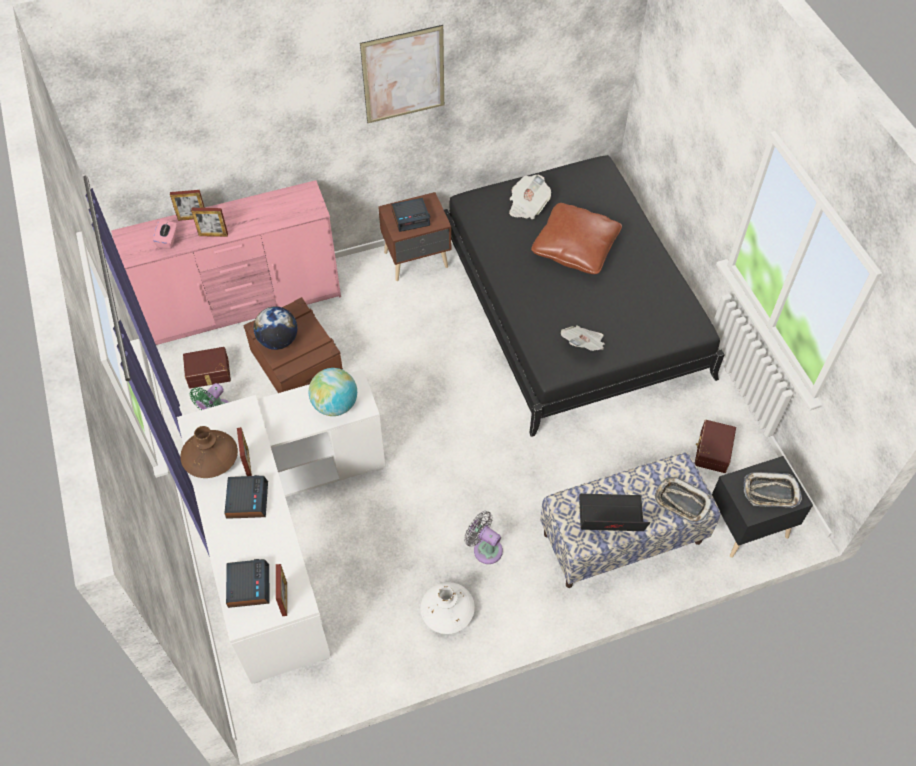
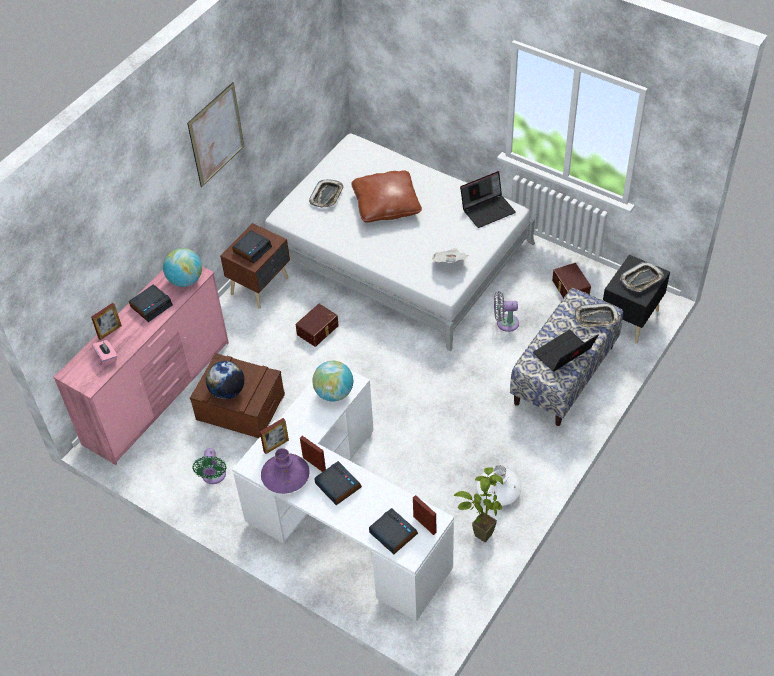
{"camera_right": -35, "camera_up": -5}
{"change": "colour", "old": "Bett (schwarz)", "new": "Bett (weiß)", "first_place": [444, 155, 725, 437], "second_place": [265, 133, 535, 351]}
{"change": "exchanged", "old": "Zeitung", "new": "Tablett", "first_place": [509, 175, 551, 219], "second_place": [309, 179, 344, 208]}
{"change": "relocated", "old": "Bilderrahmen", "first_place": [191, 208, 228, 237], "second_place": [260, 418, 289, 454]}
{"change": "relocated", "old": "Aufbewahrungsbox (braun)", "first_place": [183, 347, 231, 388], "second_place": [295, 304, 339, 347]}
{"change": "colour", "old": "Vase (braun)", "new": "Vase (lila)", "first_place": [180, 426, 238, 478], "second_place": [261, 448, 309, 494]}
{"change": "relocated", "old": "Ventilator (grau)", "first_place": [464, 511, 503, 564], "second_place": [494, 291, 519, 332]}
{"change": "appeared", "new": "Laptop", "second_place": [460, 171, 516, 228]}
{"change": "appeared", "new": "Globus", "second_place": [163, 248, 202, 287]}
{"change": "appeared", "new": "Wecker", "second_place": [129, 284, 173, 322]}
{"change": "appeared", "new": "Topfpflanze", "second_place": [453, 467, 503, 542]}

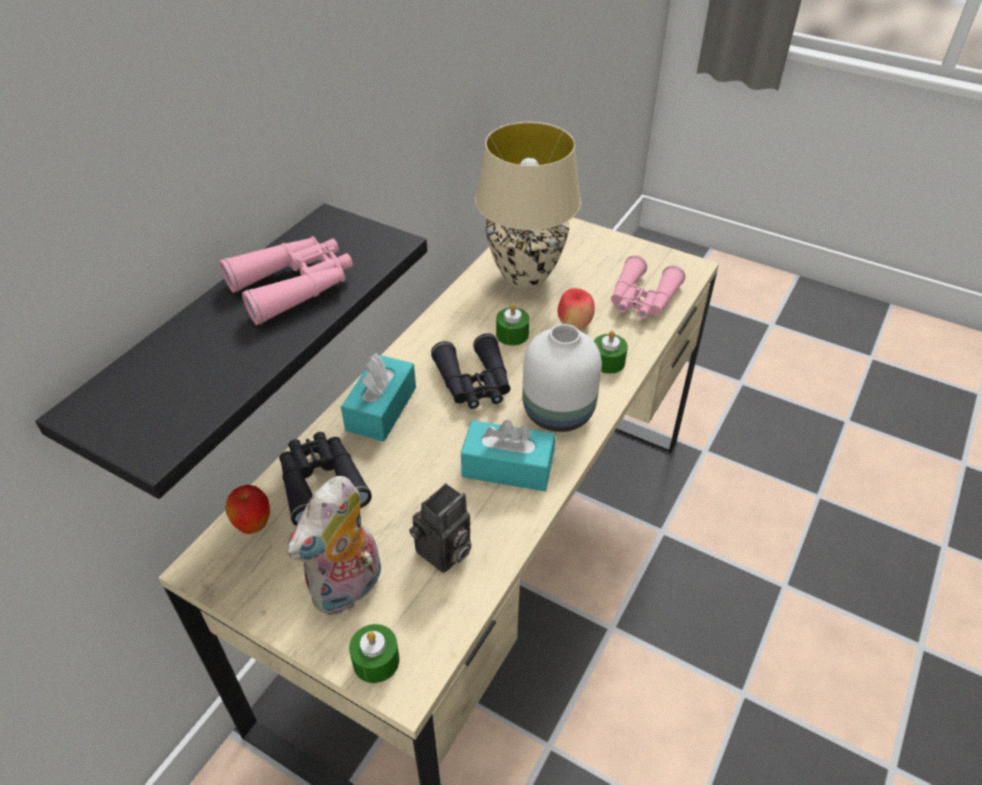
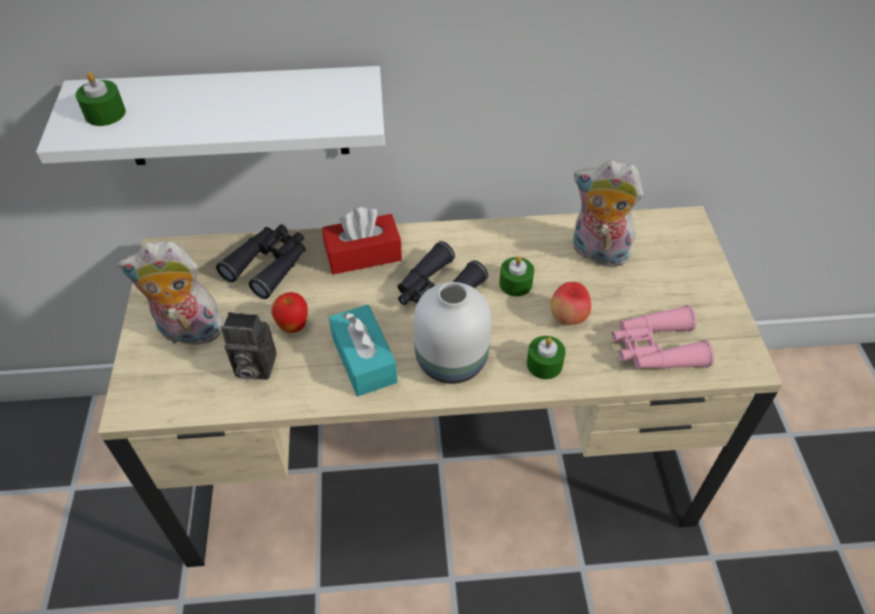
{"camera_right": 55, "camera_up": 5}
{"change": "exchanged", "old": "Tischlampe (beige)", "new": "Plüschtier", "first_place": [475, 122, 581, 289], "second_place": [573, 160, 643, 267]}
{"change": "colour", "old": "Wandregal (schwarz)", "new": "Wandregal (weiß)", "first_place": [35, 203, 427, 499], "second_place": [36, 66, 385, 165]}
{"change": "missing", "old": "Fernglas (rosa)", "first_place": [219, 236, 353, 325]}
{"change": "colour", "old": "Taschentuchbox (türkis)", "new": "Taschentuchbox (rot)", "first_place": [341, 353, 416, 442], "second_place": [322, 207, 402, 274]}
{"change": "relocated", "old": "Apfel", "first_place": [226, 485, 270, 534], "second_place": [271, 292, 308, 333]}
{"change": "relocated", "old": "Kerze (grün)", "first_place": [349, 624, 400, 683], "second_place": [76, 72, 126, 126]}

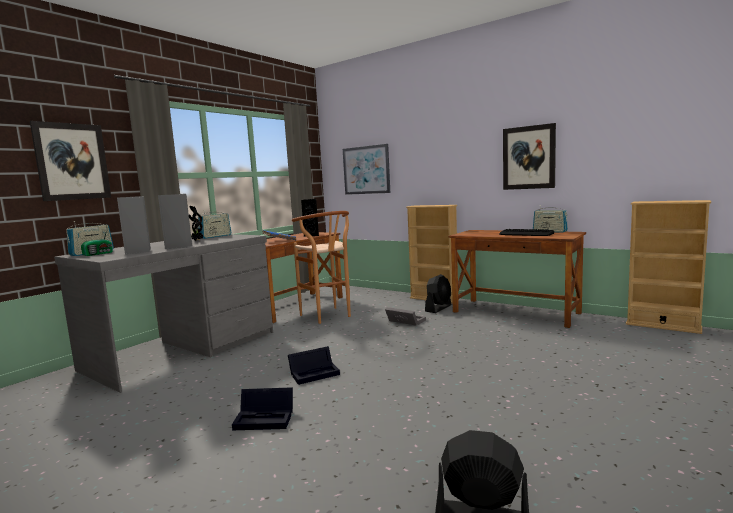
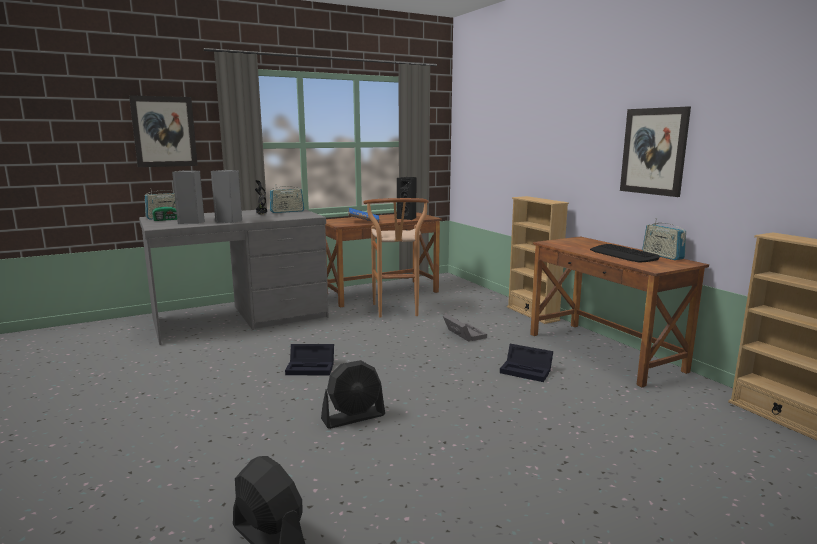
{"camera_right": 25, "camera_up": 5}
{"change": "missing", "old": "Bild", "first_place": [343, 144, 390, 195]}
{"change": "relocated", "old": "Ventilator (schwarz)", "first_place": [425, 274, 451, 313], "second_place": [321, 360, 385, 429]}
{"change": "relocated", "old": "Aufbewahrungsbox (schwarz)", "first_place": [232, 387, 293, 430], "second_place": [500, 344, 553, 382]}

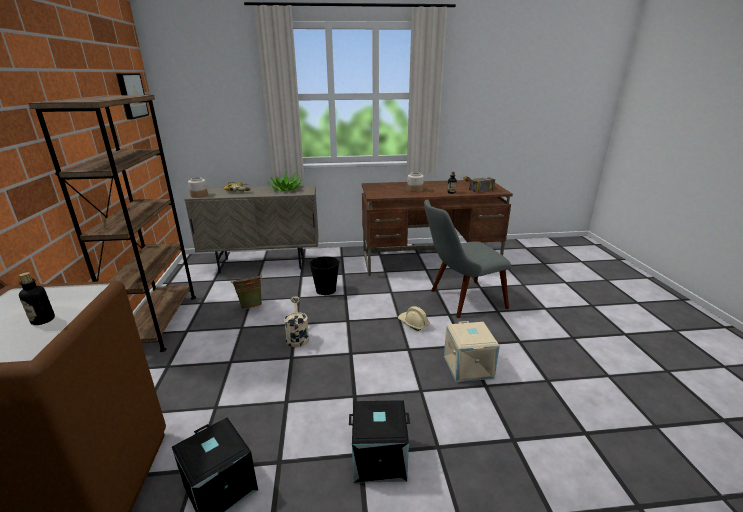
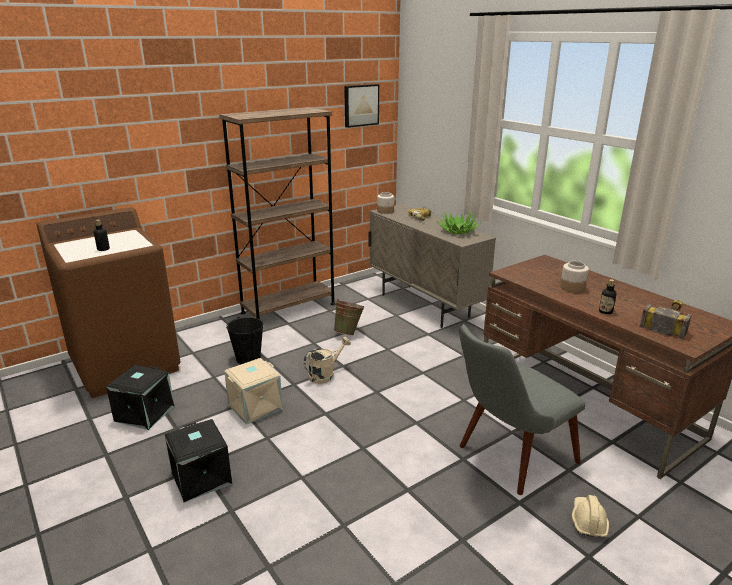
{"camera_right": 60, "camera_up": 0}
{"change": "spun", "old": "Stuhl (grau)", "first_place": [424, 200, 511, 318], "second_place": [459, 324, 586, 495], "degrees": -75}
{"change": "relocated", "old": "Eimer (schwarz)", "first_place": [309, 256, 340, 295], "second_place": [226, 317, 263, 364]}
{"change": "relocated", "old": "Schutzhelm (beige)", "first_place": [398, 306, 430, 331], "second_place": [572, 495, 609, 537]}
{"change": "relocated", "old": "Aufbewahrungsbox (beige)", "first_place": [444, 321, 500, 382], "second_place": [224, 358, 283, 424]}

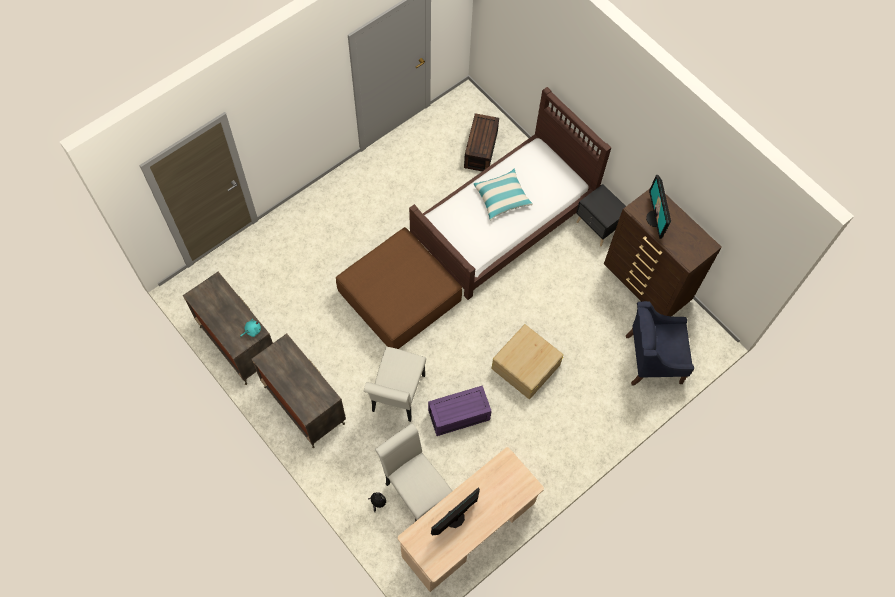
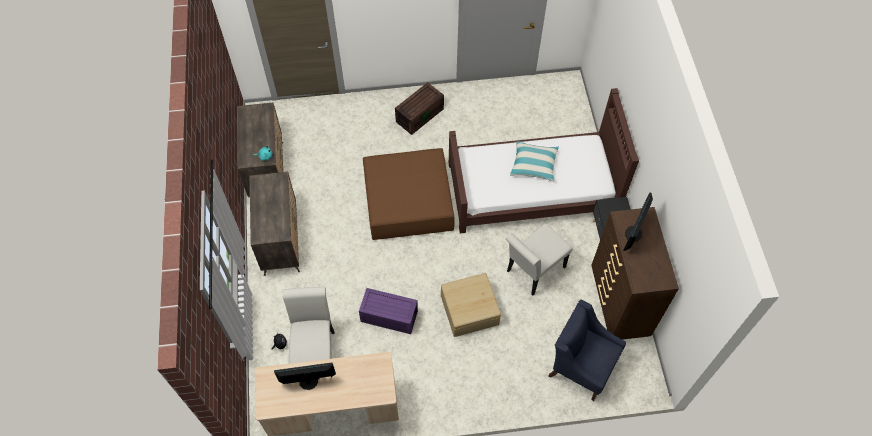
{"camera_right": 35, "camera_up": -5}
{"change": "relocated", "old": "Aufbewahrungsbox (braun)", "first_place": [464, 113, 499, 171], "second_place": [395, 82, 444, 135]}
{"change": "relocated", "old": "Stuhl (weiß)", "first_place": [364, 347, 426, 422], "second_place": [505, 223, 573, 295]}

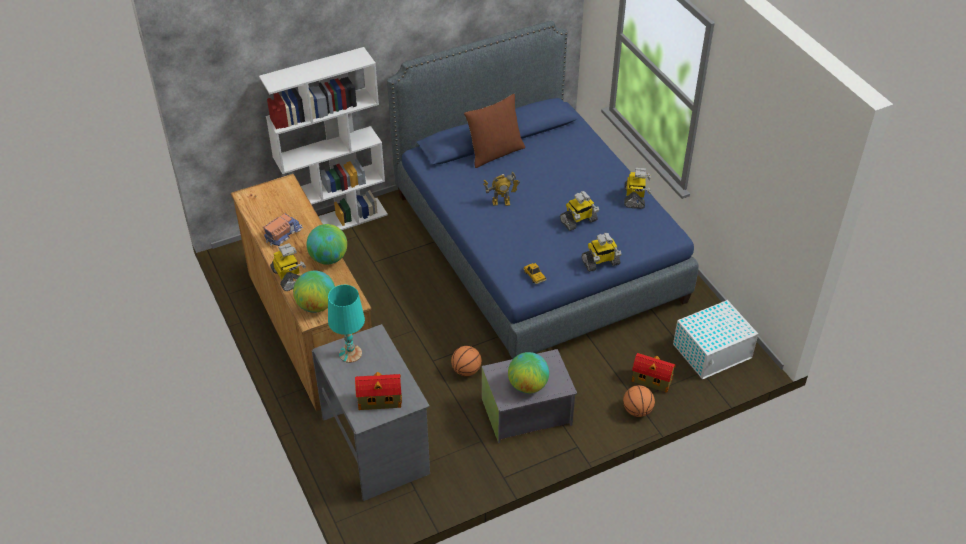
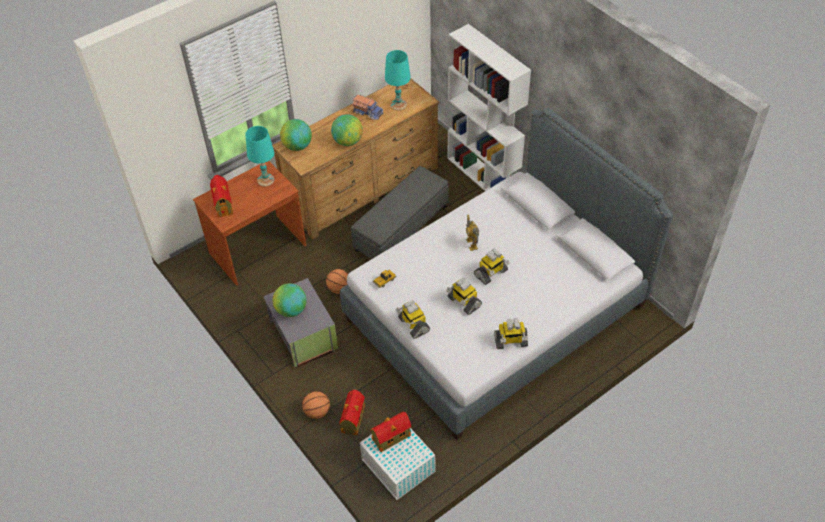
{"camera_right": 80, "camera_up": 5}
{"change": "colour", "old": "Bett (blau)", "new": "Bett (grau)", "first_place": [387, 21, 699, 359], "second_place": [340, 108, 673, 440]}
{"change": "missing", "old": "Kissen (braun)", "first_place": [464, 94, 525, 168]}
{"change": "relocated", "old": "Spielzeugroboter", "first_place": [270, 243, 306, 291], "second_place": [474, 248, 510, 285]}
{"change": "colour", "old": "Schreibtisch (grau)", "new": "Schreibtisch (braun)", "first_place": [312, 324, 430, 501], "second_place": [193, 161, 306, 286]}
{"change": "appeared", "new": "Tischlampe (türkis)", "second_place": [385, 50, 411, 110]}
{"change": "appeared", "new": "Polsterhocker (grau)", "second_place": [351, 166, 449, 259]}
{"change": "appeared", "new": "Spielzeughaus", "second_place": [370, 411, 412, 452]}

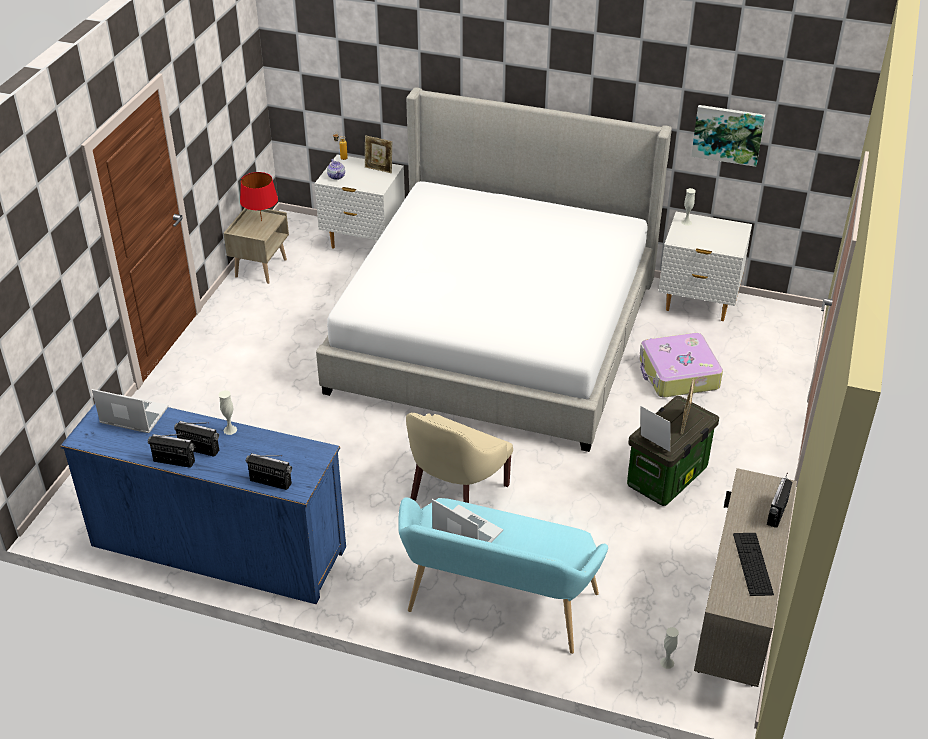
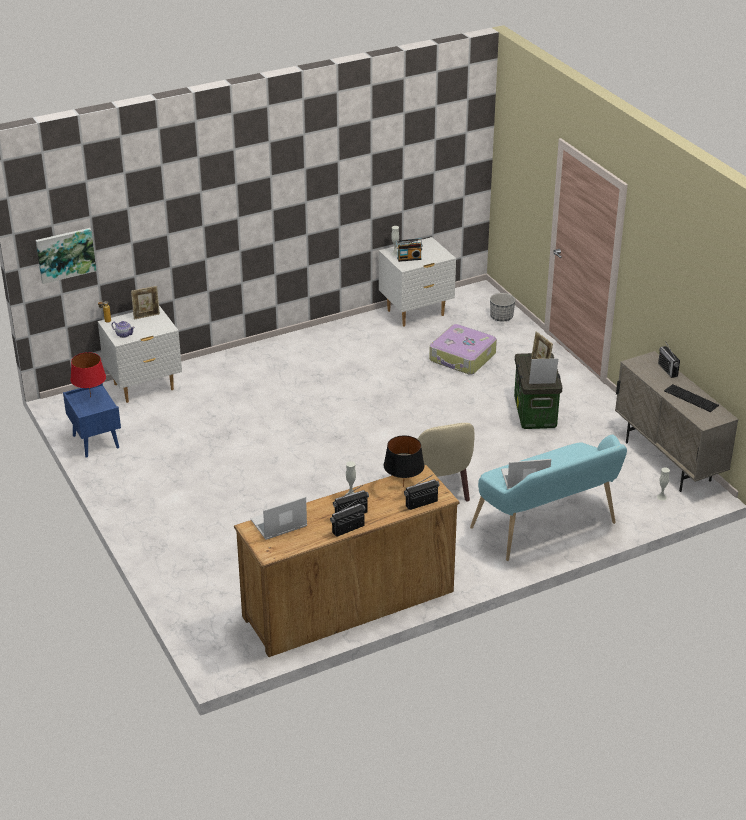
{"camera_right": -45, "camera_up": -5}
{"change": "missing", "old": "Bett", "first_place": [316, 87, 672, 452]}
{"change": "relocated", "old": "Bild", "first_place": [691, 105, 765, 167], "second_place": [36, 228, 96, 284]}
{"change": "colour", "old": "Nachttisch (beige)", "new": "Nachttisch (blau)", "first_place": [223, 208, 289, 284], "second_place": [63, 383, 121, 458]}
{"change": "colour", "old": "Kommode (blau)", "new": "Kommode (braun)", "first_place": [60, 404, 346, 604], "second_place": [234, 465, 460, 657]}
{"change": "appeared", "new": "Radio", "second_place": [396, 238, 423, 262]}
{"change": "appeared", "new": "Pflanzkübel", "second_place": [490, 293, 515, 321]}
{"change": "appeared", "new": "Tischlampe (schwarz)", "second_place": [384, 436, 424, 487]}

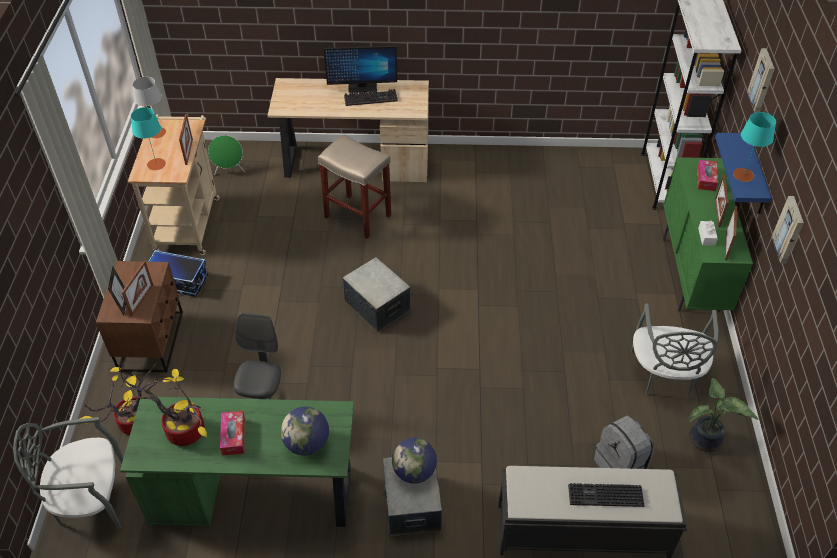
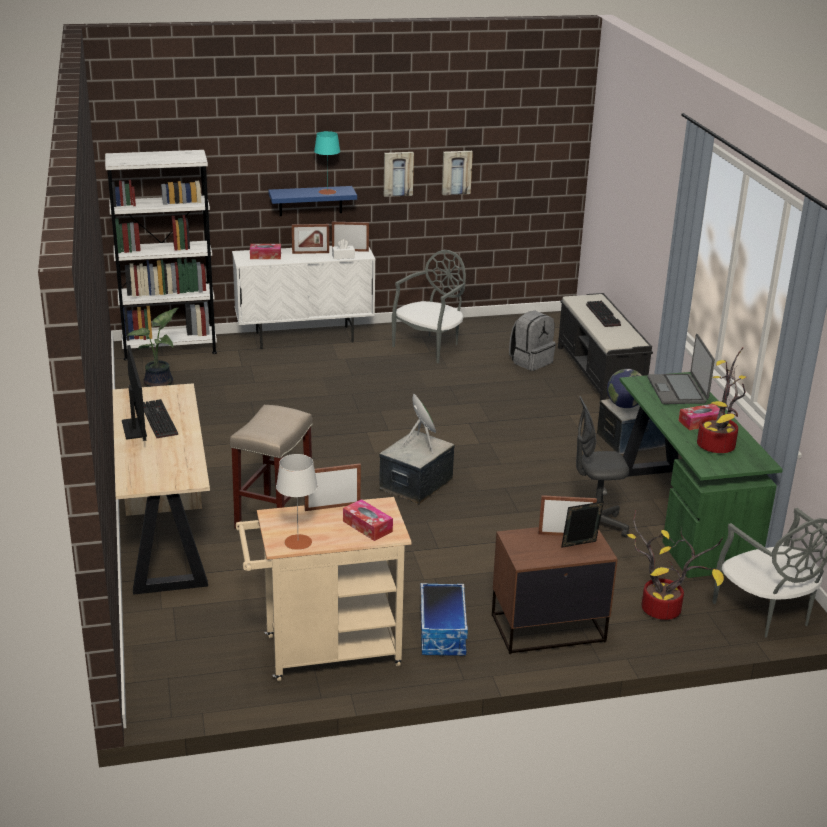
{"camera_right": -105, "camera_up": -20}
{"change": "relocated", "old": "Bild", "first_place": [747, 48, 775, 112], "second_place": [442, 151, 473, 195]}
{"change": "exchanged", "old": "Tischlampe (türkis)", "new": "Taschentuchbox", "first_place": [131, 107, 166, 170], "second_place": [343, 499, 393, 541]}
{"change": "relocated", "old": "Lautsprecher (grün)", "first_place": [208, 135, 245, 175], "second_place": [400, 394, 436, 454]}
{"change": "colour", "old": "Schrank (grün)", "new": "Schrank (weiß)", "first_place": [663, 157, 753, 312], "second_place": [232, 246, 376, 349]}
{"change": "spun", "old": "Stuhl (grau)", "first_place": [631, 303, 718, 399], "second_place": [392, 250, 466, 363], "degrees": -45}
{"change": "relocated", "old": "Topfpflanze", "first_place": [689, 378, 758, 452], "second_place": [127, 308, 178, 387]}
{"change": "exchanged", "old": "Globus", "new": "Laptop", "first_place": [281, 407, 329, 456], "second_place": [648, 334, 715, 404]}

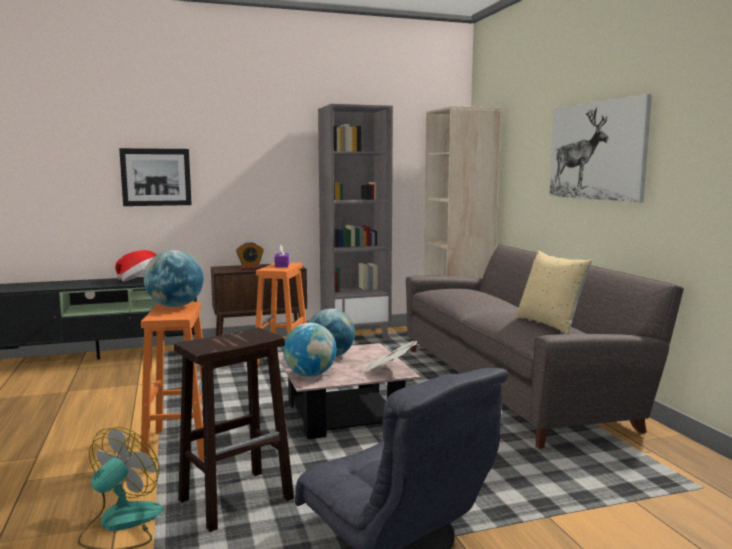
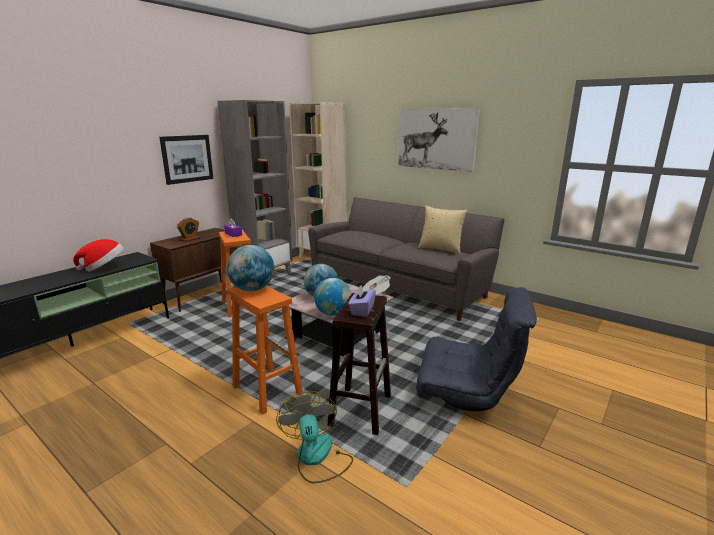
{"camera_right": -35, "camera_up": 10}
{"change": "relocated", "old": "Bild", "first_place": [119, 148, 192, 206], "second_place": [159, 135, 213, 185]}
{"change": "appeared", "new": "Taschentuchbox (lila)", "second_place": [348, 285, 376, 317]}

